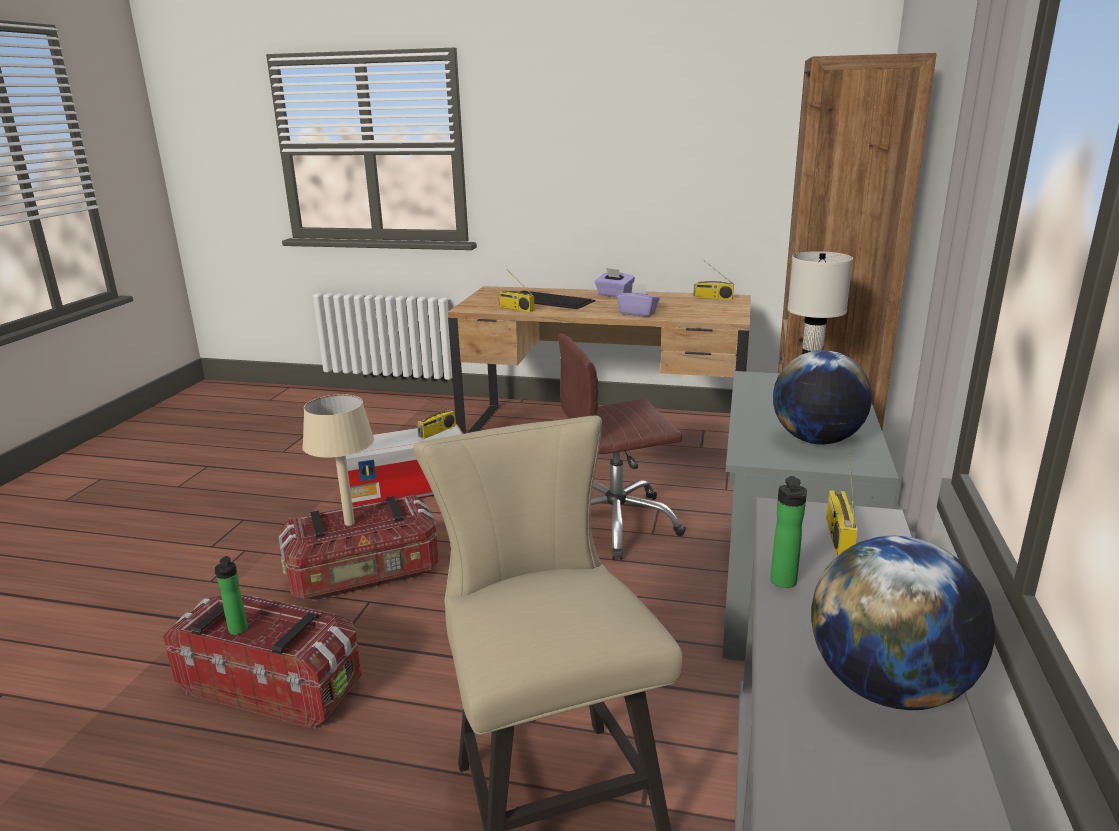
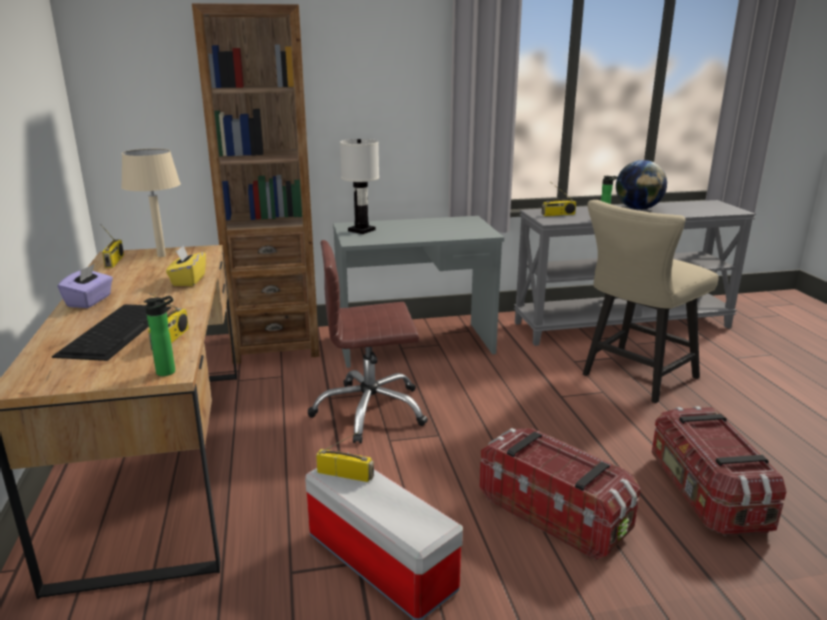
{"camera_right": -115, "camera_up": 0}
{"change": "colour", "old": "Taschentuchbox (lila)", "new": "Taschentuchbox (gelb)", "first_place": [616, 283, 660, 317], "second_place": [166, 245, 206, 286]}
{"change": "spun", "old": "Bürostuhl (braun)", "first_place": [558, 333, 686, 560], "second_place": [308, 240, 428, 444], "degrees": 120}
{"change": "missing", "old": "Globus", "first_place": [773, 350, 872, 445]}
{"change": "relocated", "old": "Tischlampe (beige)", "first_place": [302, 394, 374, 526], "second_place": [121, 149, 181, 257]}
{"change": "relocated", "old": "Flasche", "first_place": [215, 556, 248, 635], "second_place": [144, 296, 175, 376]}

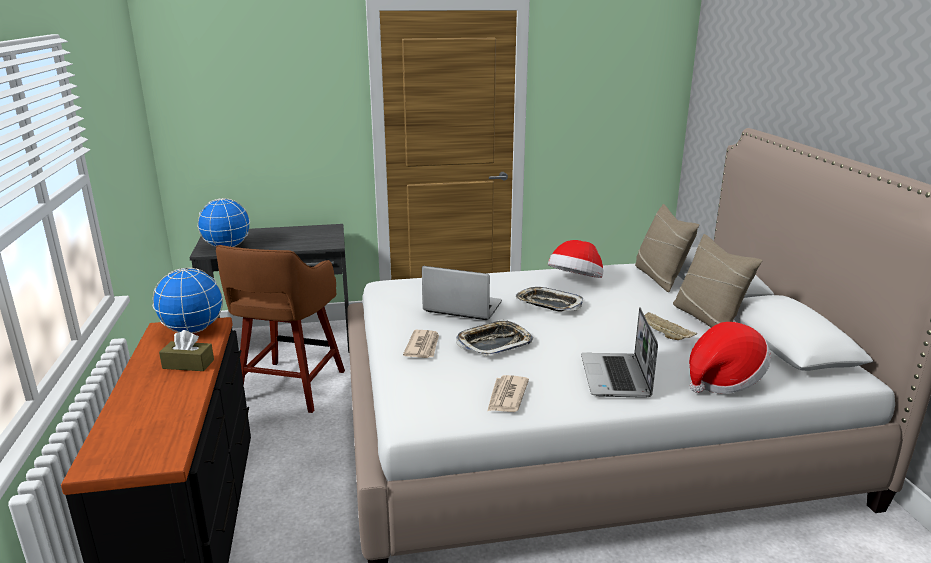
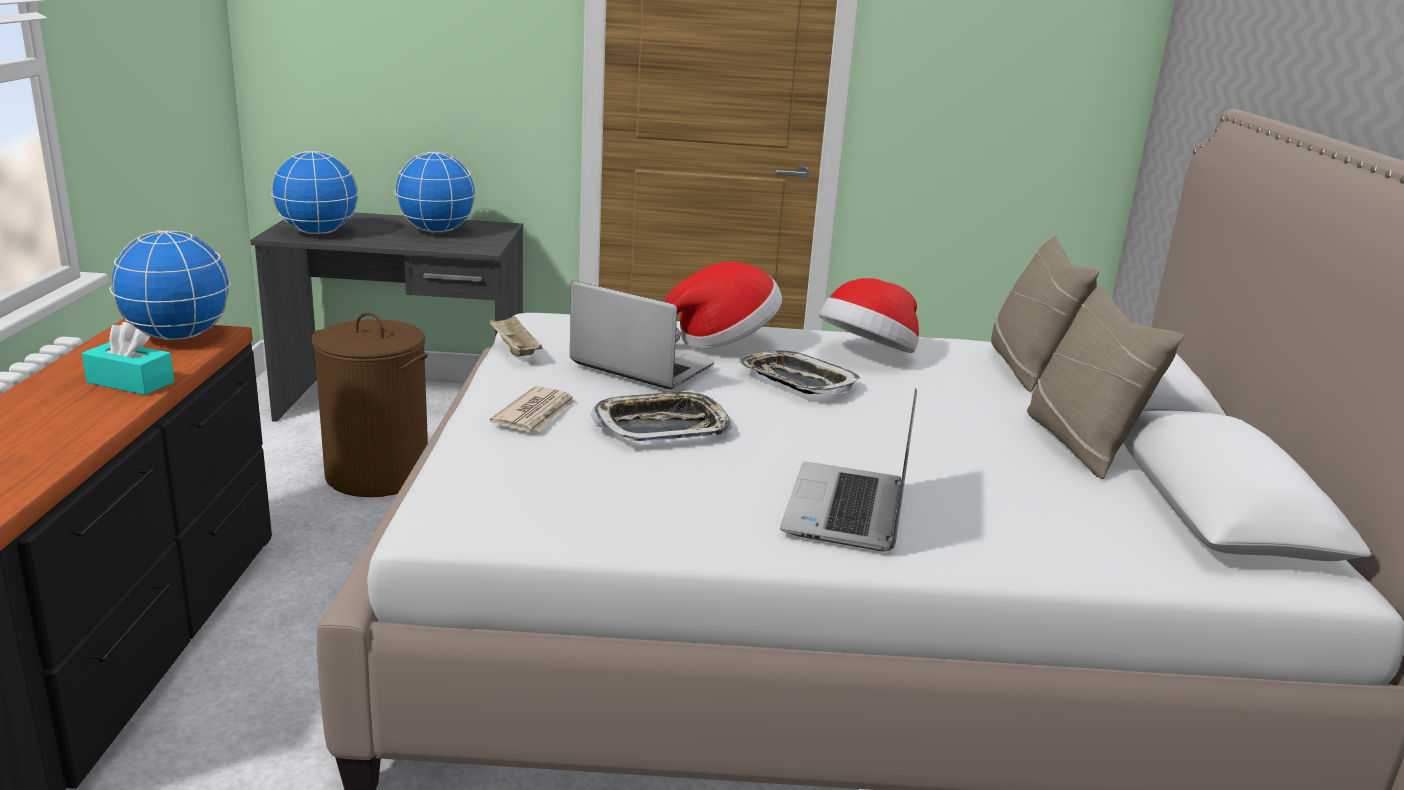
{"camera_right": 10, "camera_up": 0}
{"change": "exchanged", "old": "Hocker (braun)", "new": "Wäschekorb (braun)", "first_place": [216, 245, 345, 413], "second_place": [312, 312, 428, 497]}
{"change": "relocated", "old": "Tablett (beige)", "first_place": [644, 312, 697, 340], "second_place": [488, 316, 542, 356]}
{"change": "relocated", "old": "Hut", "first_place": [689, 322, 771, 394], "second_place": [664, 261, 782, 348]}
{"change": "colour", "old": "Taschentuchbox (braun)", "new": "Taschentuchbox (türkis)", "first_place": [159, 330, 214, 371], "second_place": [82, 322, 174, 395]}
{"change": "missing", "old": "Zeitung", "first_place": [487, 375, 529, 412]}
{"change": "appeared", "new": "Globus", "second_place": [394, 152, 476, 233]}

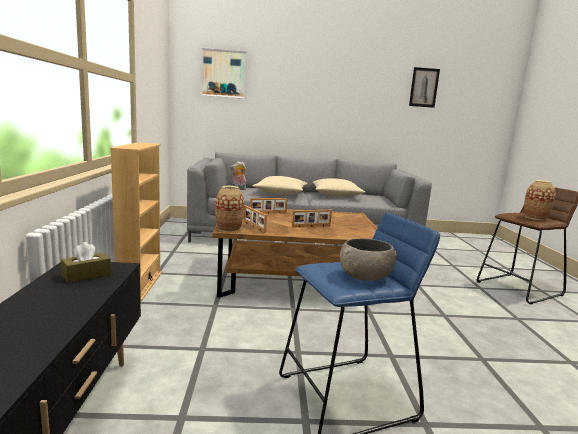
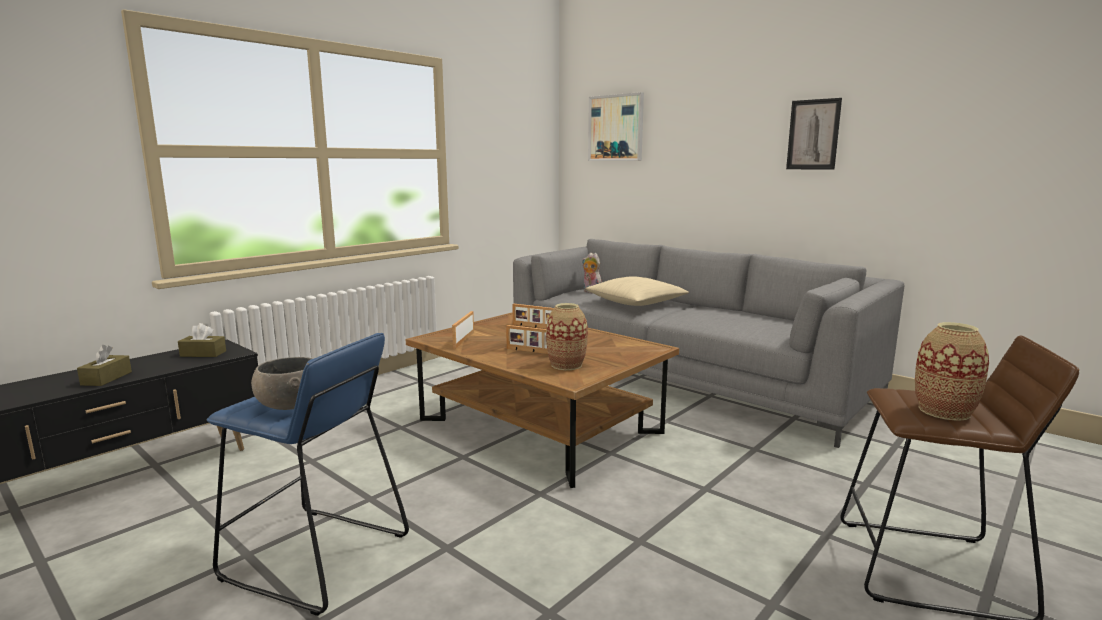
{"camera_right": 45, "camera_up": 0}
{"change": "relocated", "old": "Bild", "first_place": [409, 67, 440, 108], "second_place": [786, 98, 842, 170]}
{"change": "missing", "old": "Bücherregal (beige)", "first_place": [110, 142, 162, 302]}
{"change": "missing", "old": "Kissen (beige)", "first_place": [313, 178, 365, 196]}
{"change": "relocated", "old": "Vase", "first_place": [215, 186, 244, 232], "second_place": [546, 303, 588, 370]}
{"change": "appeared", "new": "Taschentuchbox (braun)", "second_place": [77, 345, 132, 386]}

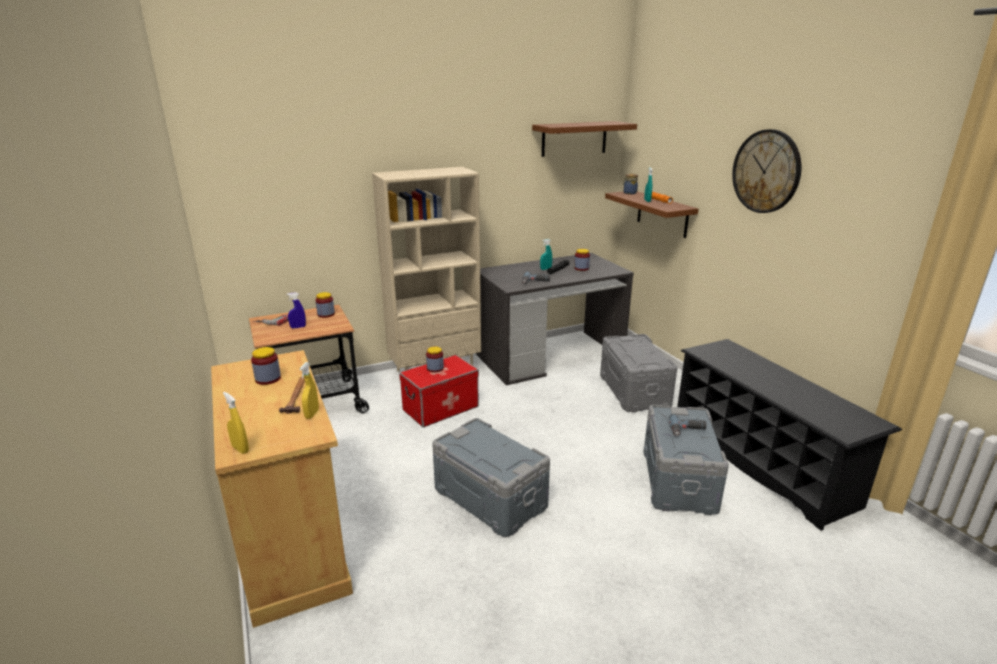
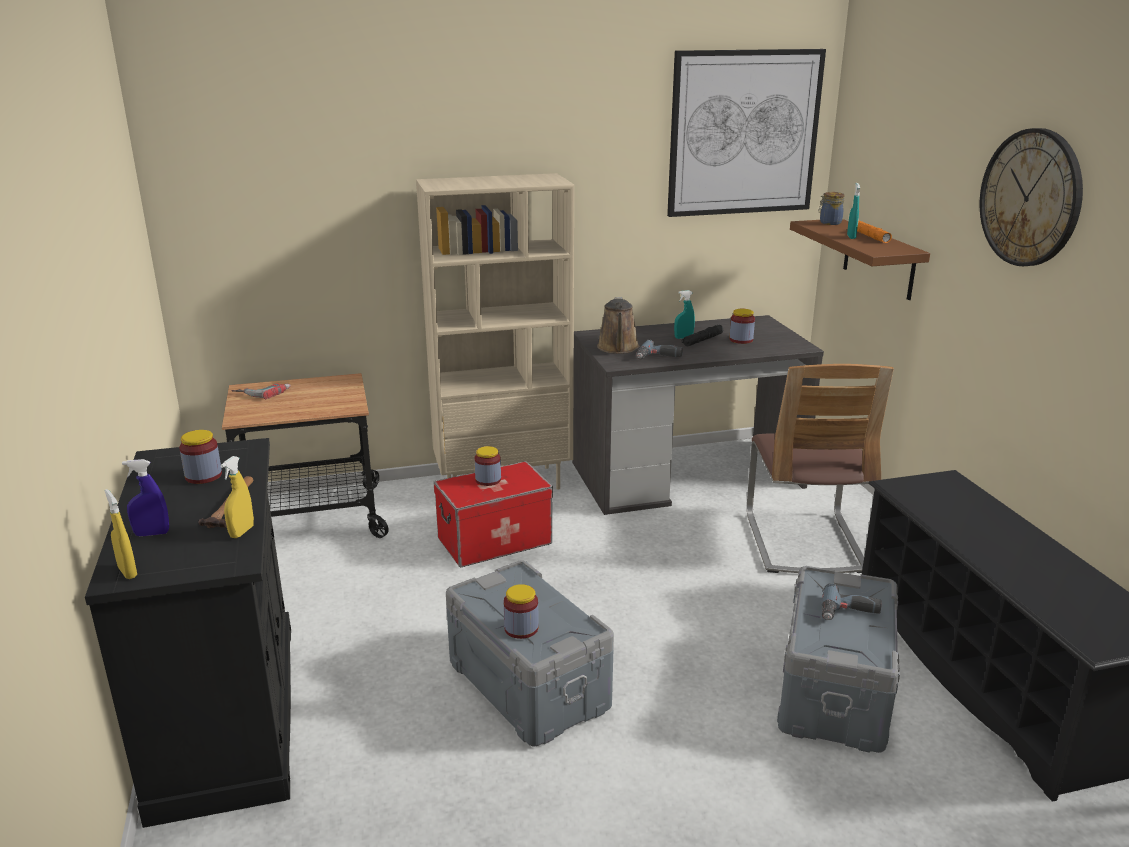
{"camera_right": 10, "camera_up": 0}
{"change": "exchanged", "old": "Wandregal (braun)", "new": "Bild", "first_place": [532, 121, 637, 157], "second_place": [667, 49, 826, 217]}
{"change": "relocated", "old": "Sprühflasche (blau)", "first_place": [287, 292, 306, 328], "second_place": [122, 459, 169, 536]}
{"change": "relocated", "old": "Vorratsglas", "first_place": [316, 292, 335, 318], "second_place": [504, 584, 539, 639]}
{"change": "exchanged", "old": "Aufbewahrungsbox (grau)", "new": "Stuhl", "first_place": [600, 334, 677, 412], "second_place": [747, 364, 894, 573]}
{"change": "colour", "old": "Schrank (beige)", "new": "Schrank (schwarz)", "first_place": [211, 350, 353, 628], "second_place": [85, 438, 291, 828]}
{"change": "appeared", "new": "Gießkanne (braun)", "second_place": [597, 297, 639, 354]}

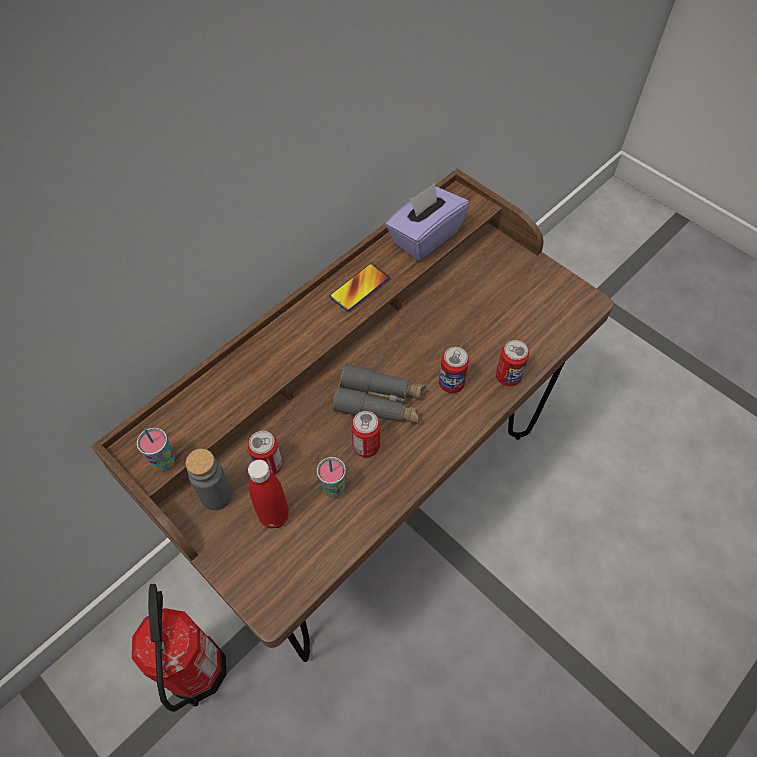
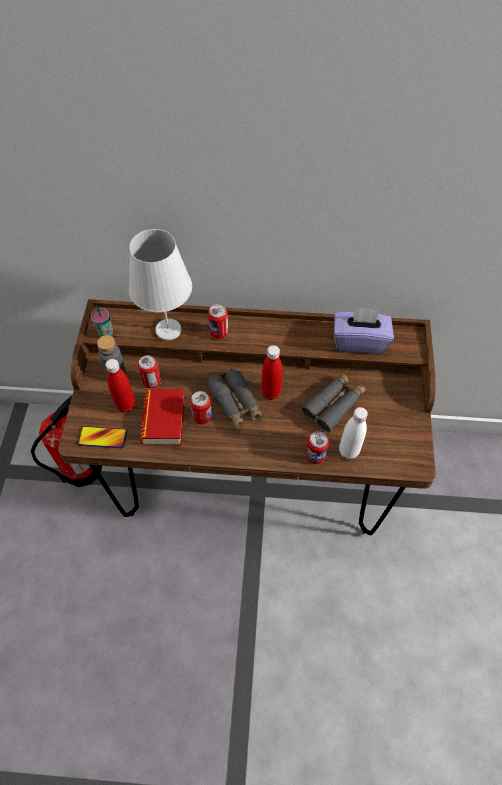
{"camera_right": 50, "camera_up": 0}
{"change": "relocated", "old": "Handy", "first_place": [330, 263, 390, 311], "second_place": [78, 426, 127, 448]}
{"change": "relocated", "old": "Dose", "first_place": [439, 347, 469, 393], "second_place": [208, 304, 228, 339]}
{"change": "exchanged", "old": "Tasse", "new": "Buch", "first_place": [317, 457, 346, 498], "second_place": [140, 389, 185, 445]}
{"change": "appeared", "new": "Tischlampe (weiß)", "second_place": [129, 229, 192, 341]}
{"change": "appeared", "new": "Flasche (rot)", "second_place": [261, 345, 283, 400]}
{"change": "appeared", "new": "Fernglas (grau)", "second_place": [301, 372, 366, 432]}
{"change": "appeared", "new": "Flasche (weiß)", "second_place": [339, 407, 368, 459]}

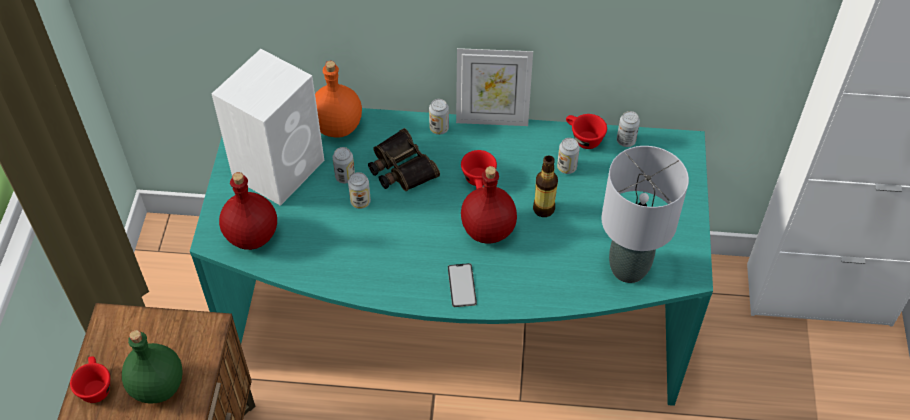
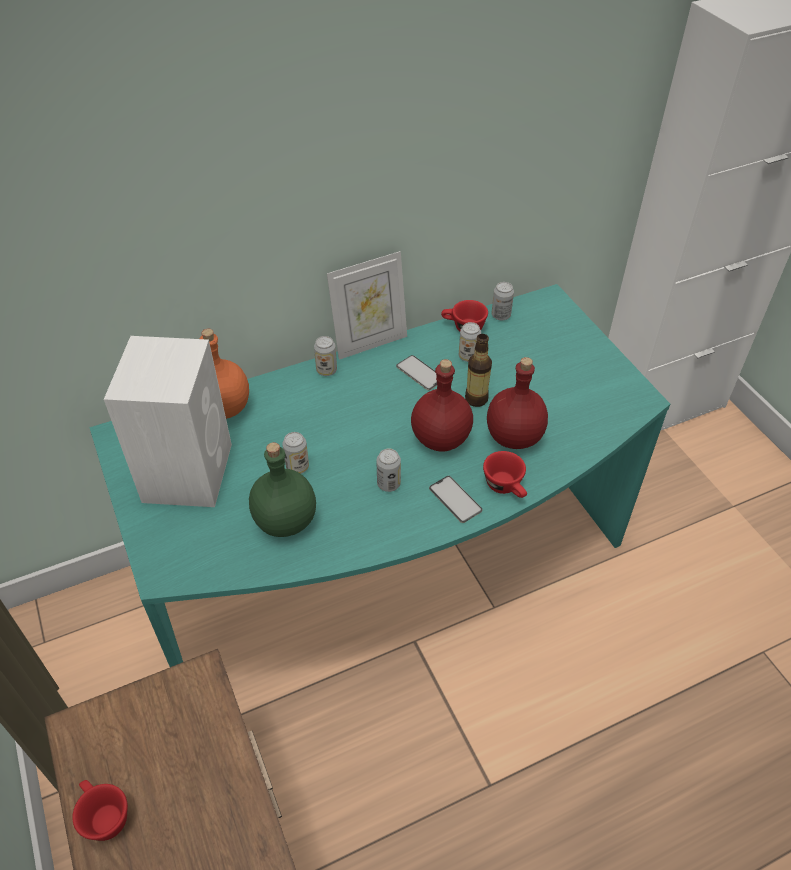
{"camera_right": -30, "camera_up": -5}
{"change": "missing", "old": "Fernglas", "first_place": [368, 128, 440, 191]}
{"change": "missing", "old": "Tischlampe (grau)", "first_place": [601, 146, 689, 283]}
{"change": "relocated", "old": "Dose", "first_place": [333, 147, 355, 183], "second_place": [376, 449, 401, 492]}
{"change": "relocated", "old": "Tasse (rot)", "first_place": [461, 150, 497, 189], "second_place": [483, 451, 527, 498]}
{"change": "relocated", "old": "Flasche (rot)", "first_place": [219, 172, 277, 250], "second_place": [487, 357, 548, 449]}
{"change": "relocated", "old": "Flasche (grün)", "first_place": [122, 330, 183, 403], "second_place": [249, 442, 316, 537]}
{"change": "appeared", "new": "Handy", "second_place": [396, 355, 437, 390]}

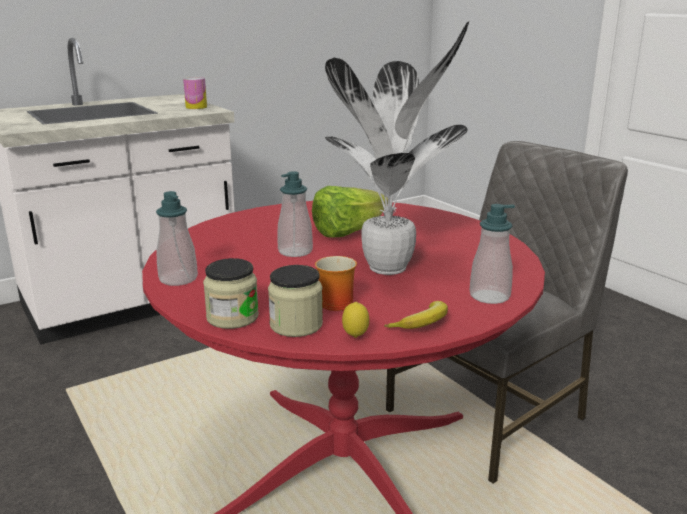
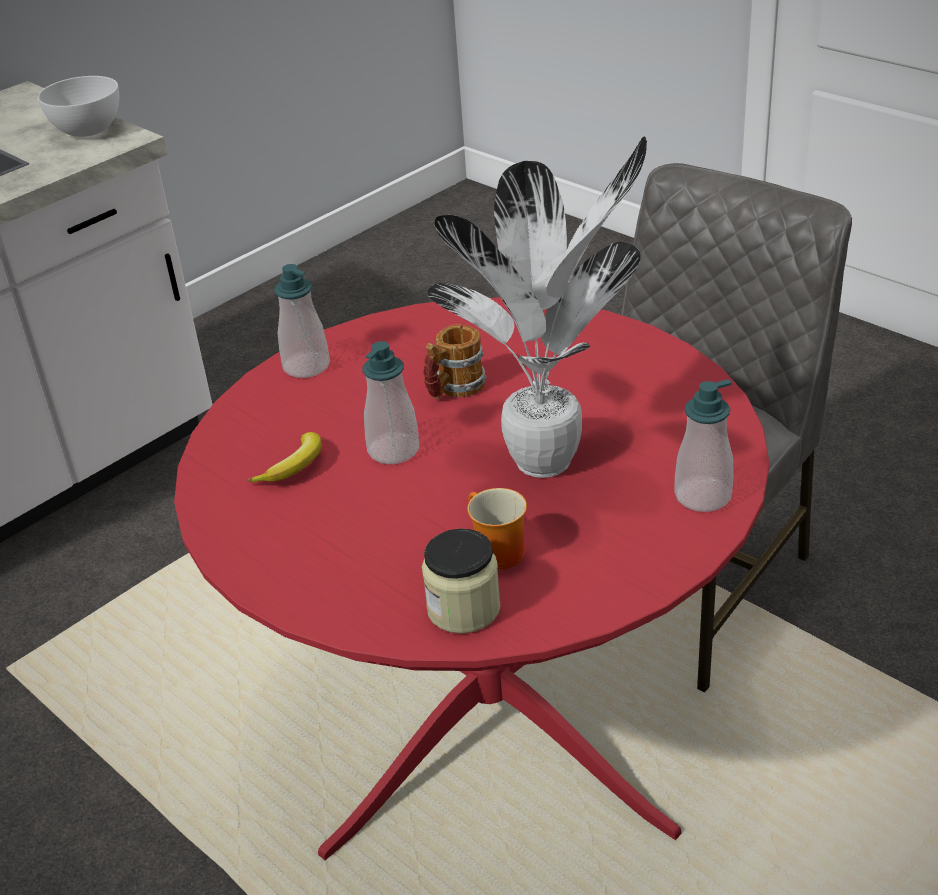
{"camera_right": -10, "camera_up": 15}
{"change": "exchanged", "old": "Dose", "new": "Schüssel (weiß)", "first_place": [183, 77, 207, 109], "second_place": [38, 76, 119, 137]}
{"change": "exchanged", "old": "Salatkopf", "new": "Henkelbecher", "first_place": [312, 186, 388, 238], "second_place": [423, 324, 487, 400]}
{"change": "relocated", "old": "Seifenspender", "first_place": [156, 191, 198, 286], "second_place": [274, 264, 330, 378]}
{"change": "missing", "old": "Vorratsglas", "first_place": [203, 258, 259, 329]}
{"change": "relocated", "old": "Banane", "first_place": [384, 301, 448, 329], "second_place": [247, 432, 322, 482]}
{"change": "missing", "old": "Zitrone", "first_place": [342, 302, 369, 338]}

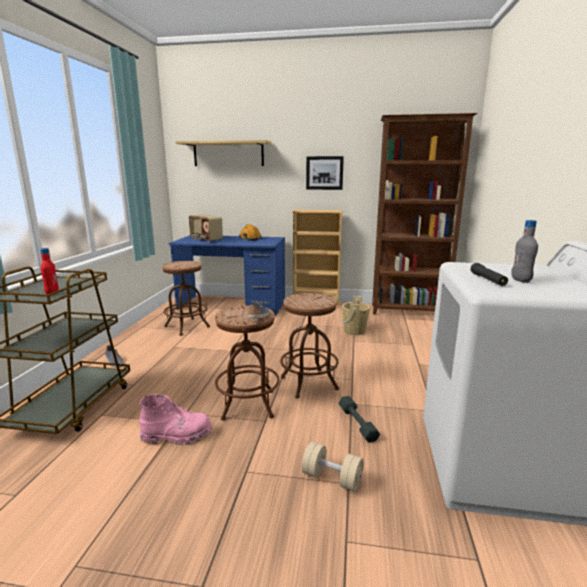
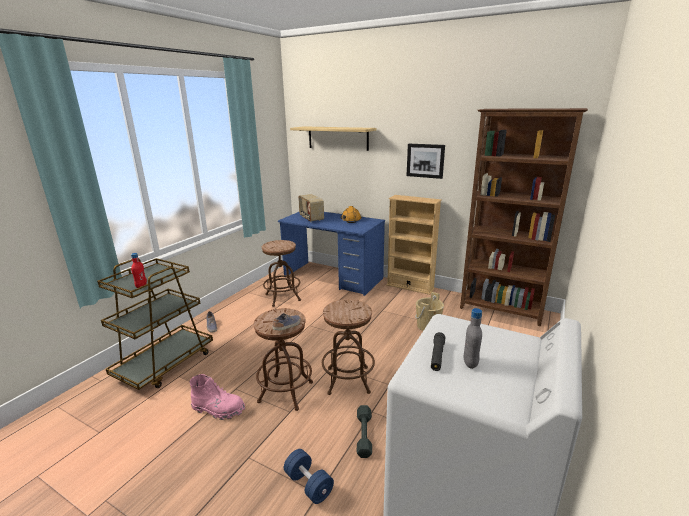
{"camera_right": 20, "camera_up": 5}
{"change": "colour", "old": "Hantel (beige)", "new": "Hantel (blau)", "first_place": [302, 442, 364, 492], "second_place": [284, 449, 334, 504]}

